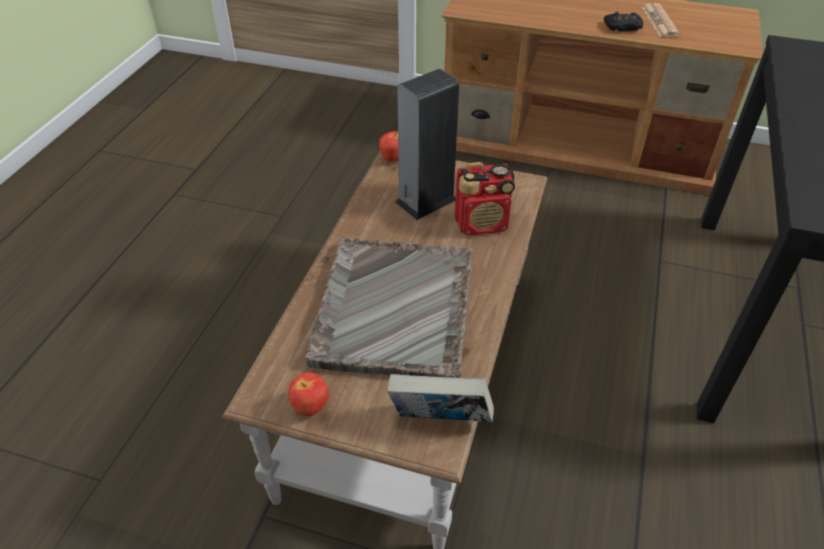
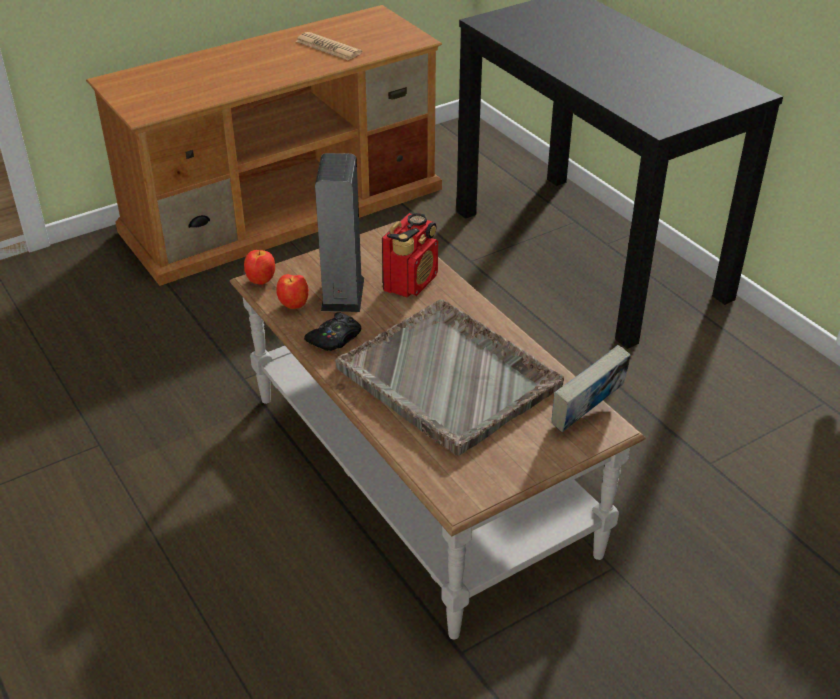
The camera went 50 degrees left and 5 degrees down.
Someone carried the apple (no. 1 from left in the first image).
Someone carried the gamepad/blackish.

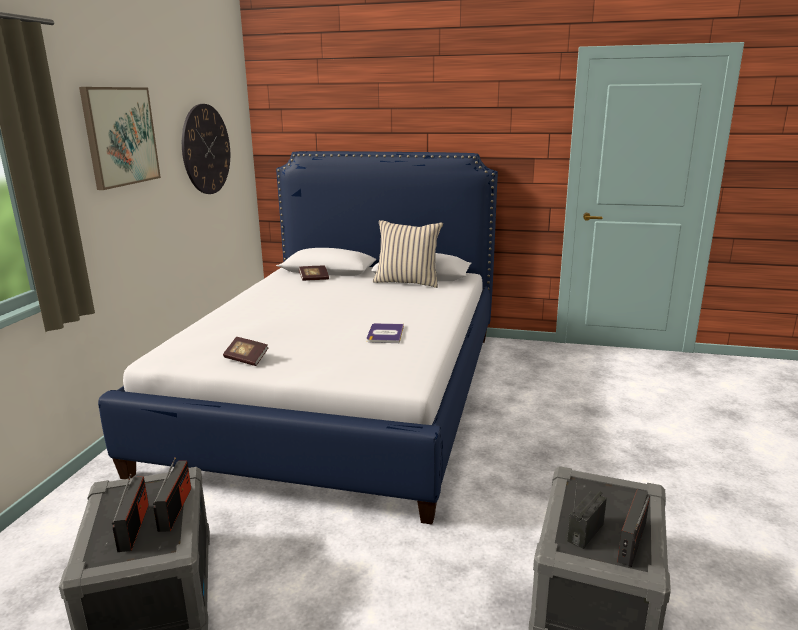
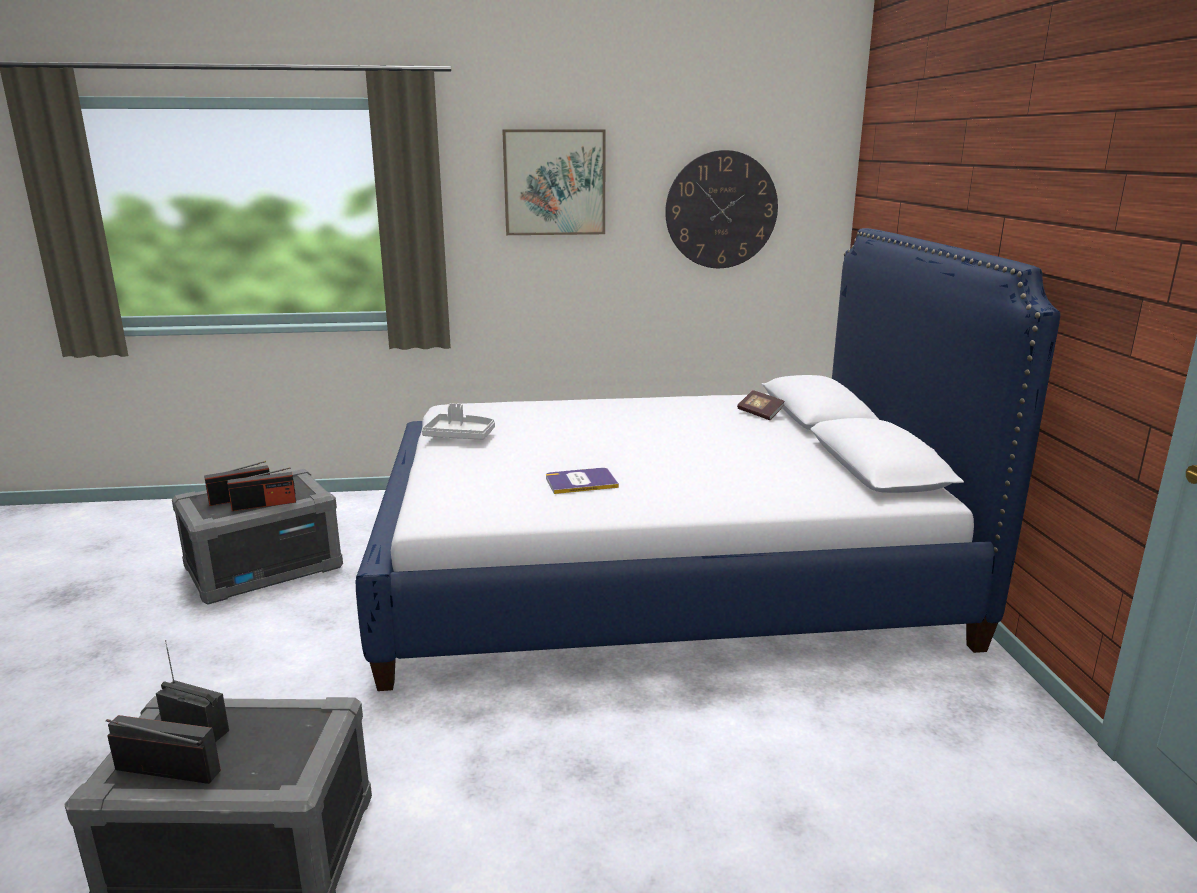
The camera went 70 degrees right and 0 degrees up.
Someone took away the cushion/sand-coloured.
Someone swapped the book (no. 1 from left) for the tray/gray.

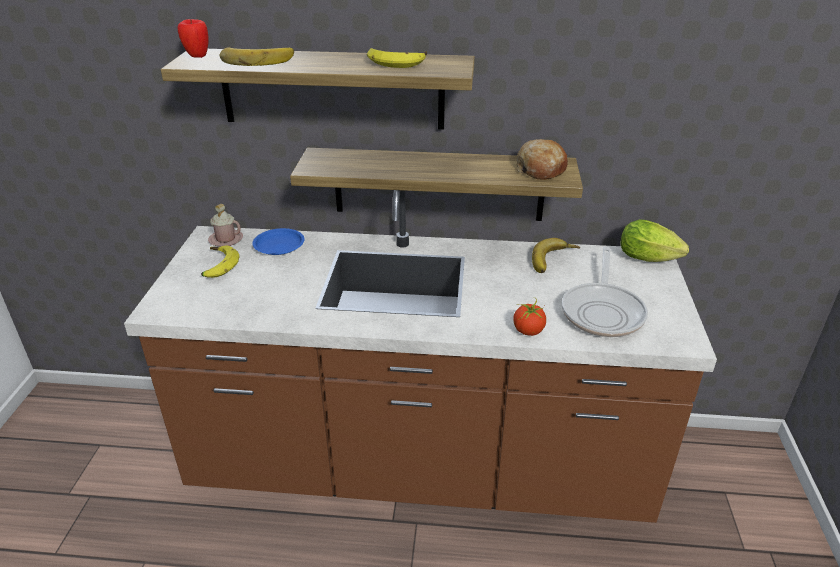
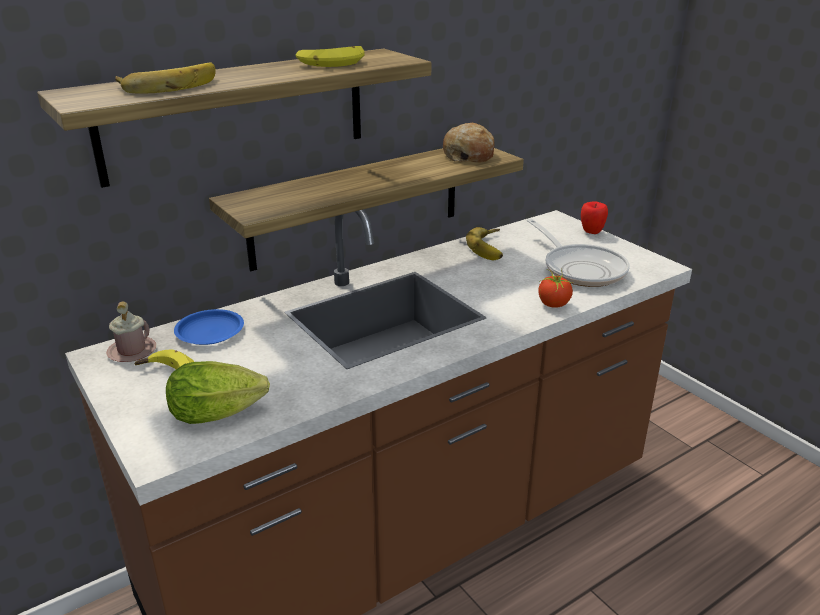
The camera went 40 degrees left and 5 degrees down.
Someone carried the apple.
Someone carried the head of lettuce.

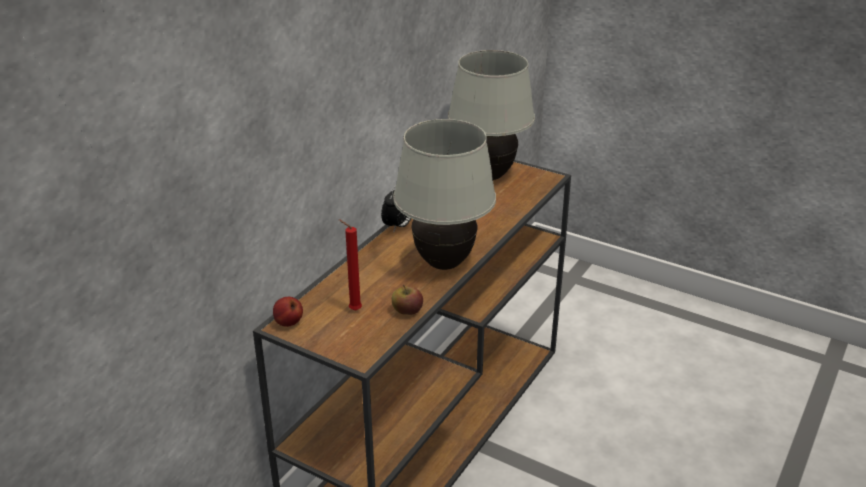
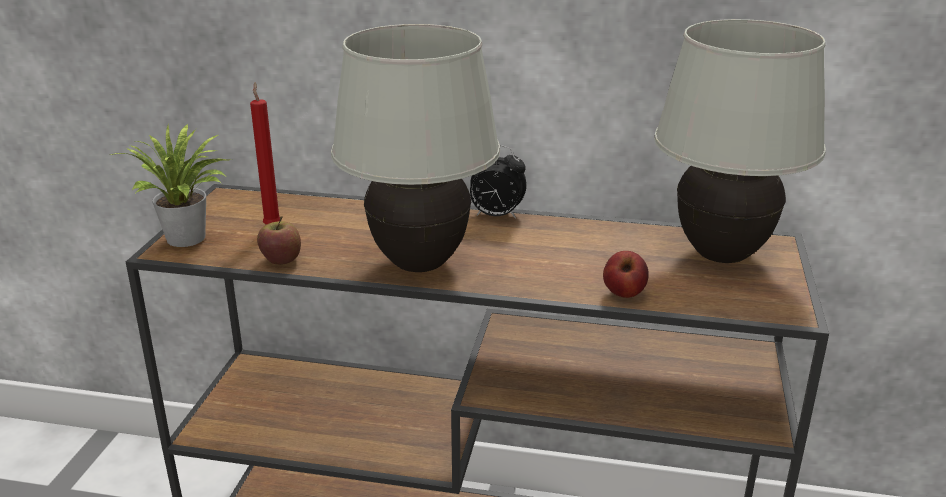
The camera went 70 degrees right and 5 degrees down.
Someone put down the houseplant.
Someone carried the apple (no. 1 from left in the first image).

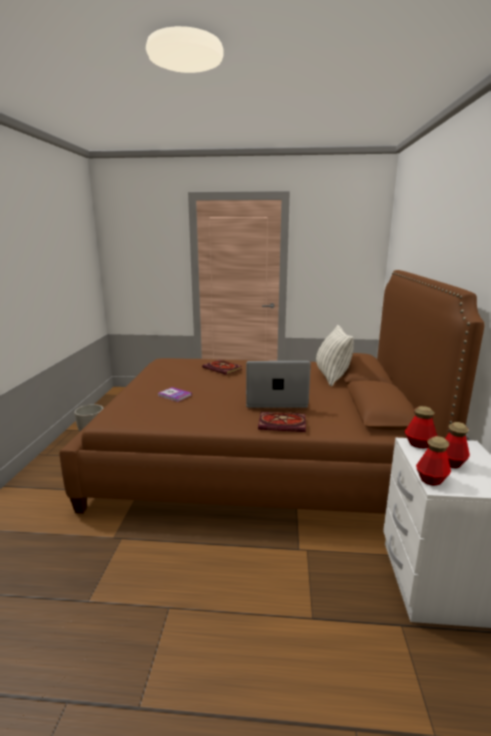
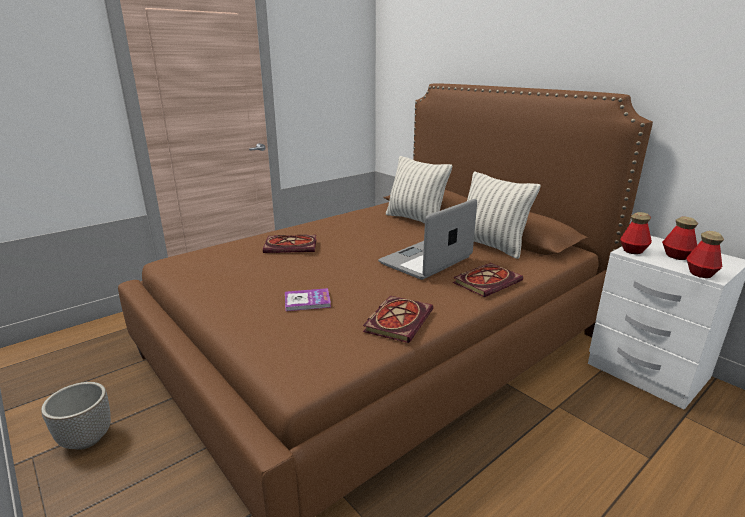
The camera went 45 degrees left and 5 degrees up.
Someone put down the book (no. 3 from left).
Someone put down the cushion (no. 2 from left).

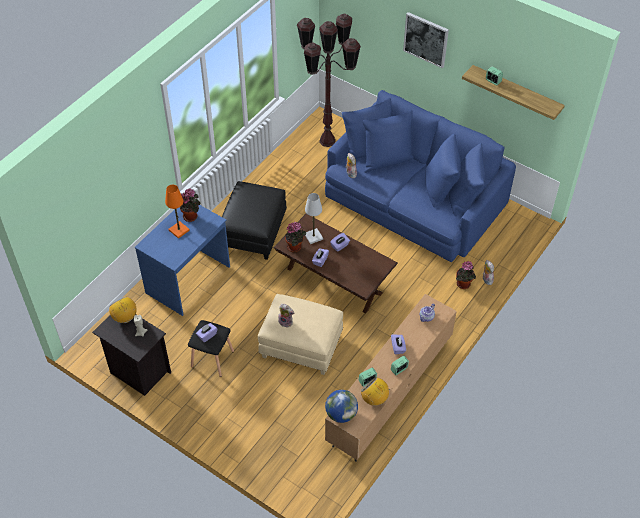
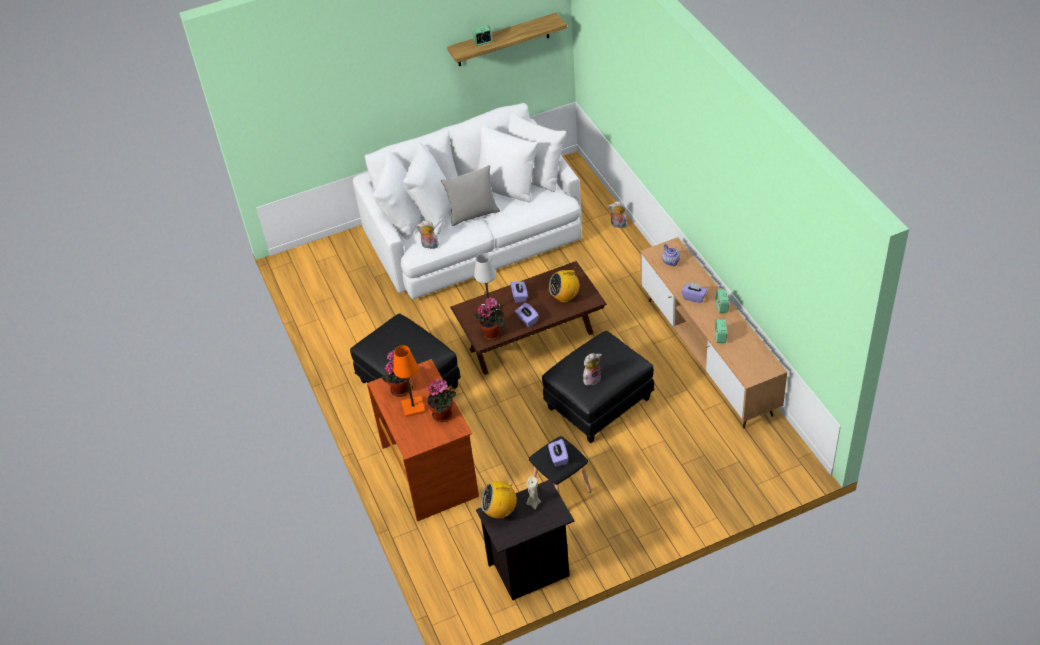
The camera went 55 degrees left and 5 degrees down.
Someone took away the floor lamp/brown-coloured.
Someone took away the world globe.
Someone took away the picture.
Someone put down the cushion/gray.
Someone carried the radio set (no. 2 from left).
Someone carried the houseplant (no. 3 from left in the first image).
Someone repainted the desk/blue-coloured, which became the desk/brown-coloured.
Someone repainted the pouffe/sand-coloured, which became the pouffe/blackish (no. 2 from left).
Someone repainted the sofa/blue-coloured, which became the sofa/whitish.

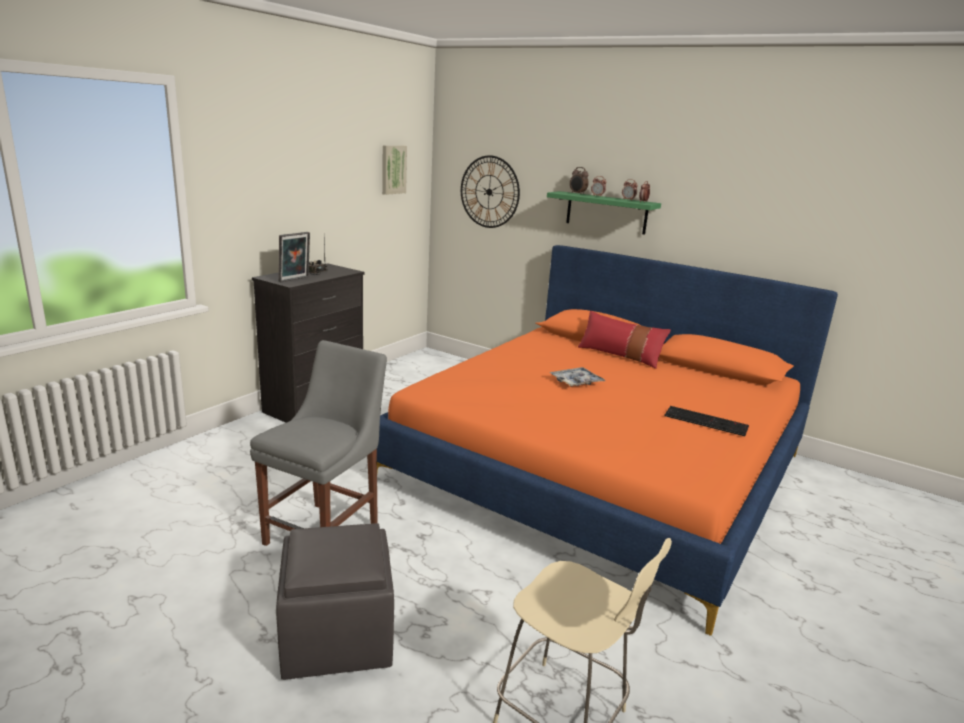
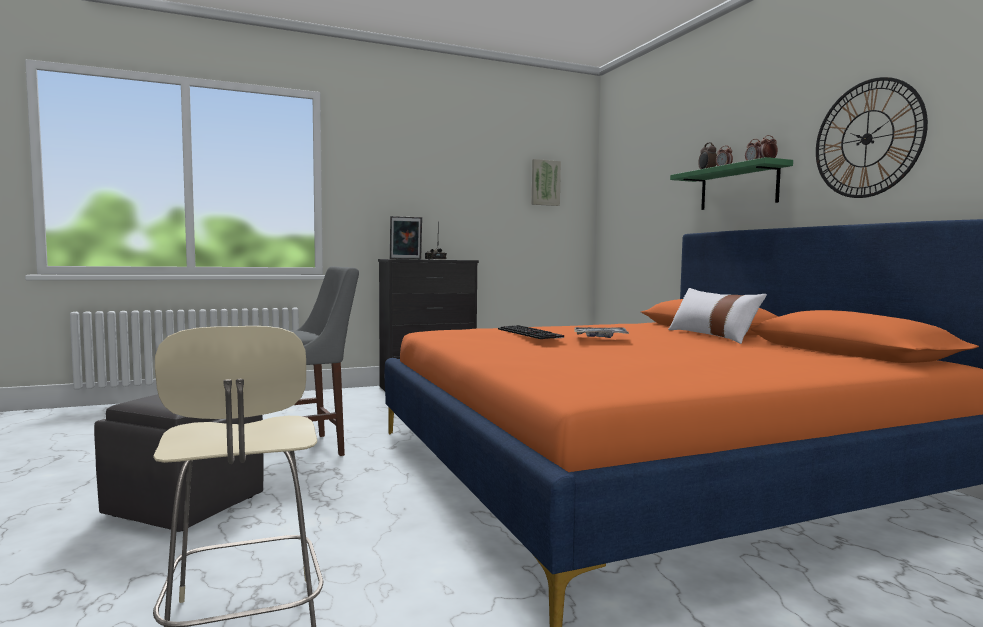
The camera went 35 degrees right and 15 degrees down.
Someone carried the wall clock.
Someone carried the keyboard.
Someone repainted the cushion/red, which became the cushion/whitish.

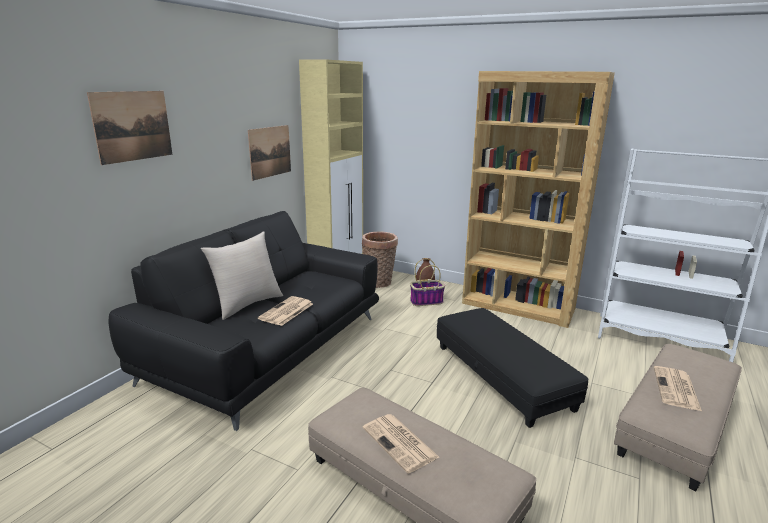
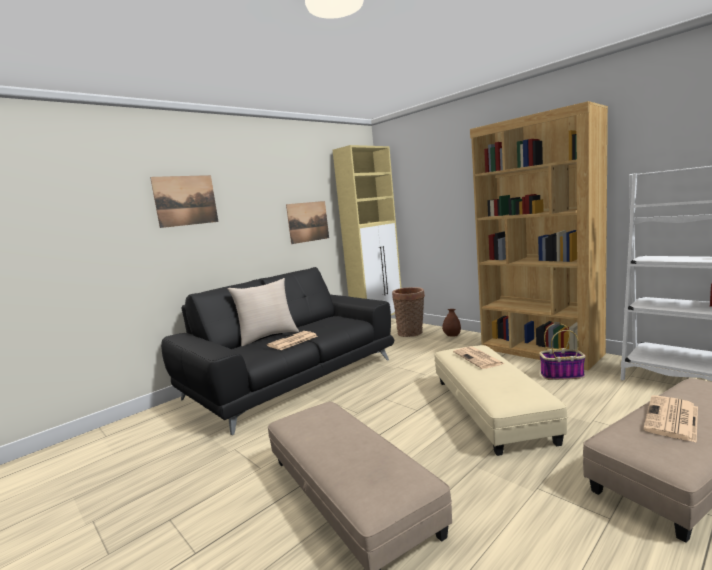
The camera went 20 degrees right and 10 degrees down.
Someone carried the daily paper (no. 2 from left).
Someone carried the household basket (no. 2 from left).
Someone repainted the pouffe/blackish, which became the pouffe/sand-coloured (no. 2 from left).

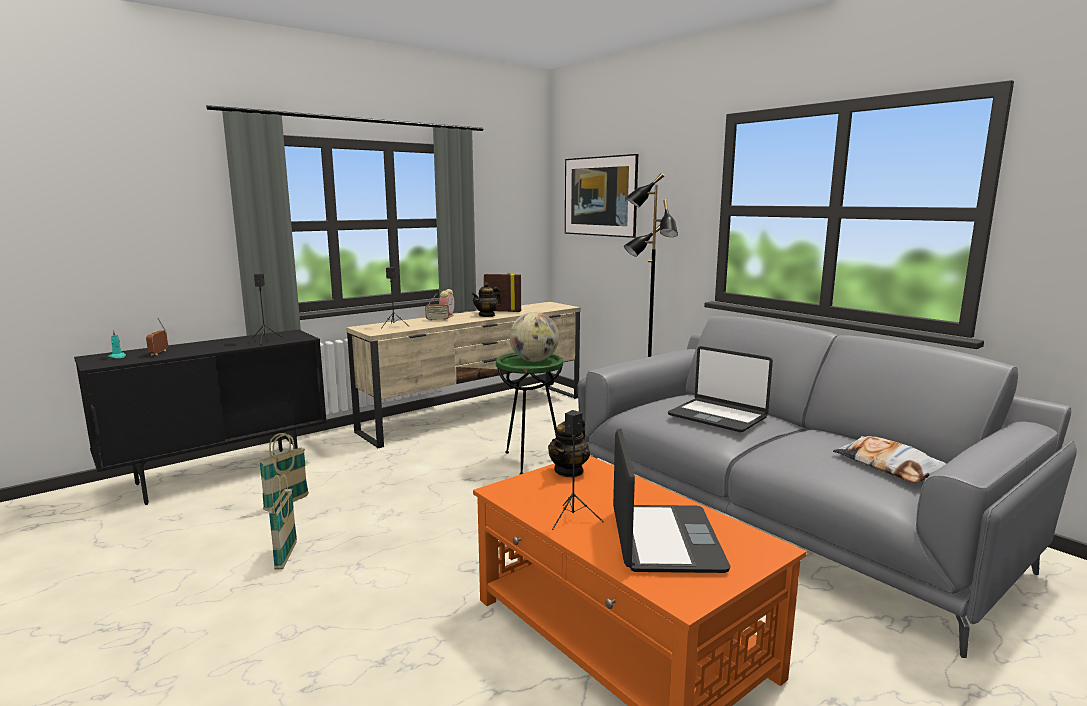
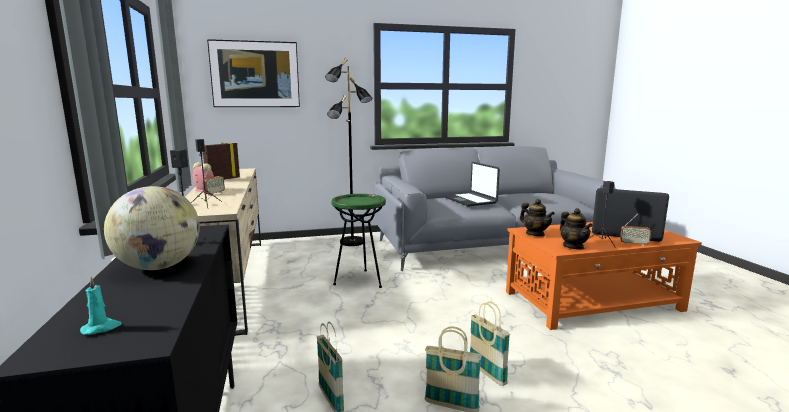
The camera went 65 degrees left and 0 degrees up.
Someone took away the cushion.
Someone put down the household basket (no. 3 from left).
Someone carried the radio set (no. 1 from left in the first image).
Someone carried the tea pot (no. 1 from left in the first image).
Someone carried the world globe.
Someone rotated the laptop (no. 2 from left in the first image) by 90 degrees clockwise.

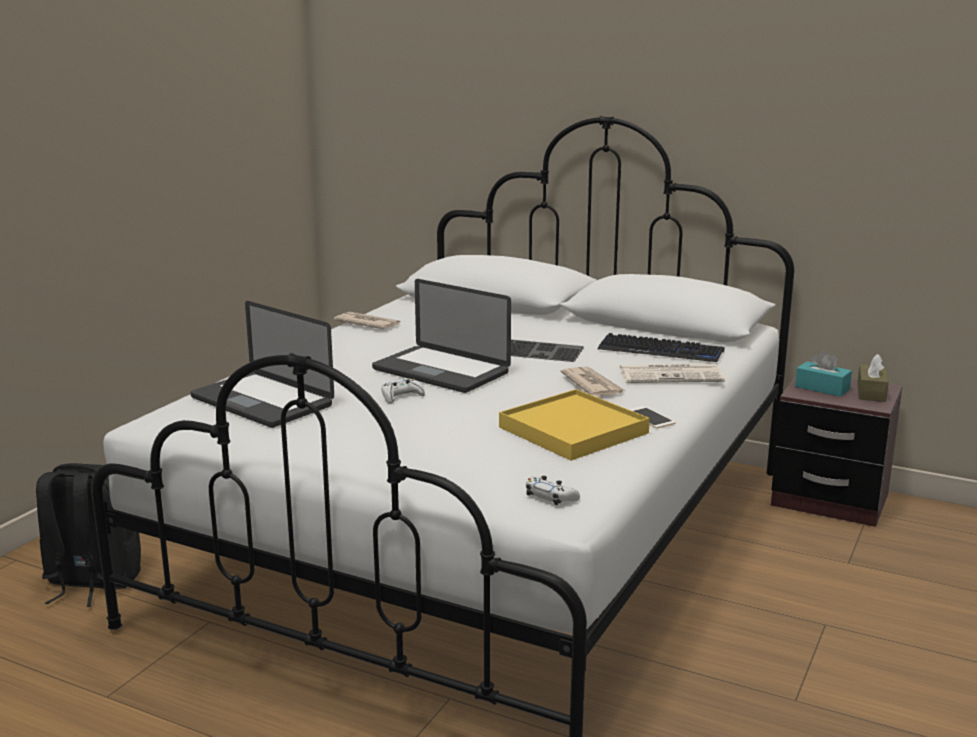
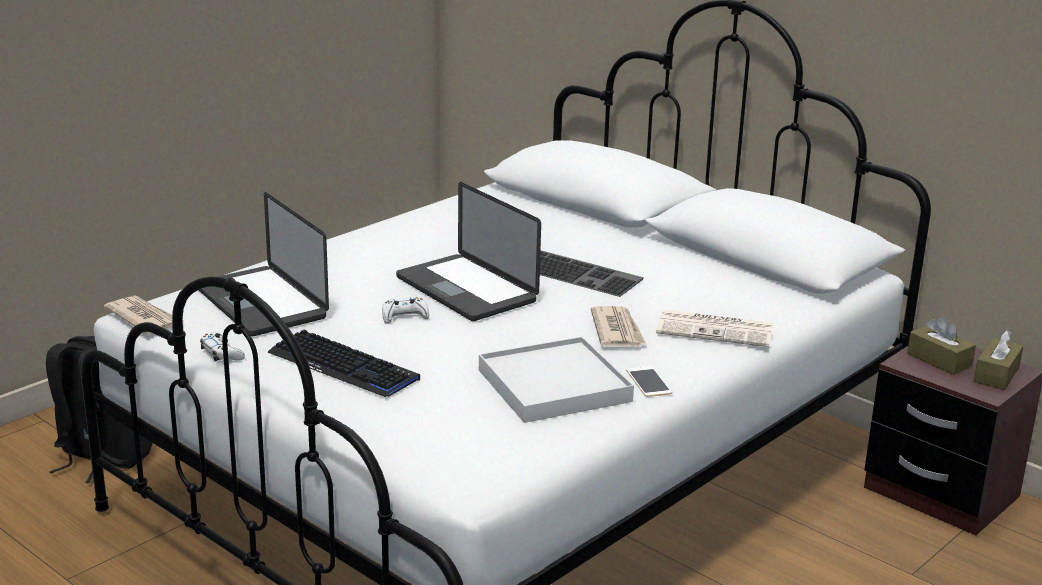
The camera went 15 degrees right and 5 degrees up.
Someone carried the daily paper (no. 1 from left).
Someone carried the gamepad/whitish (no. 2 from left in the first image).
Someone carried the keyboard (no. 2 from left in the first image).
Someone repainted the tray/yellow, which became the tray/whitish.
Someone repainted the box of tissues/turquoise, which became the box of tissues/brown-coloured (no. 1 from left).

